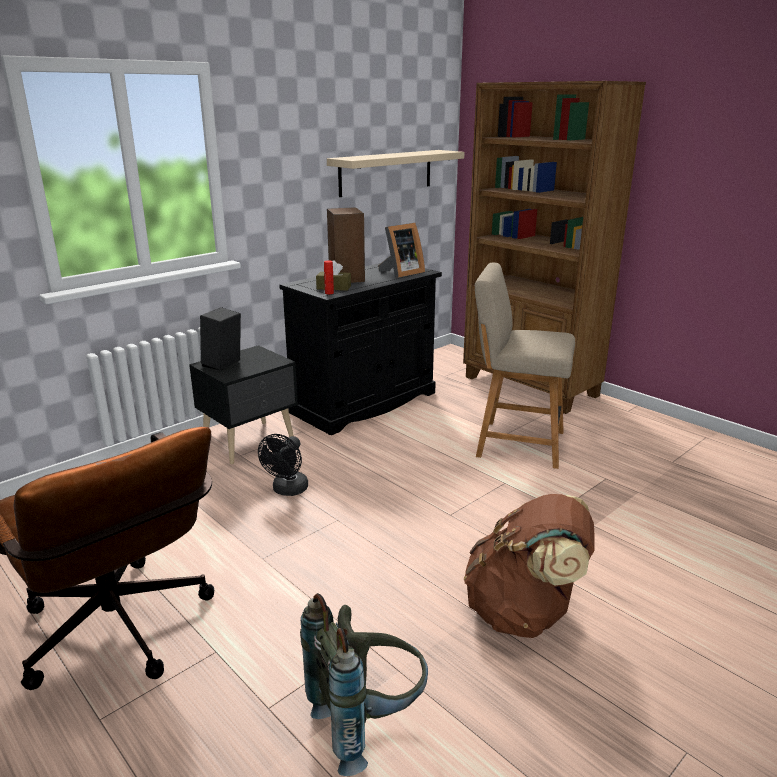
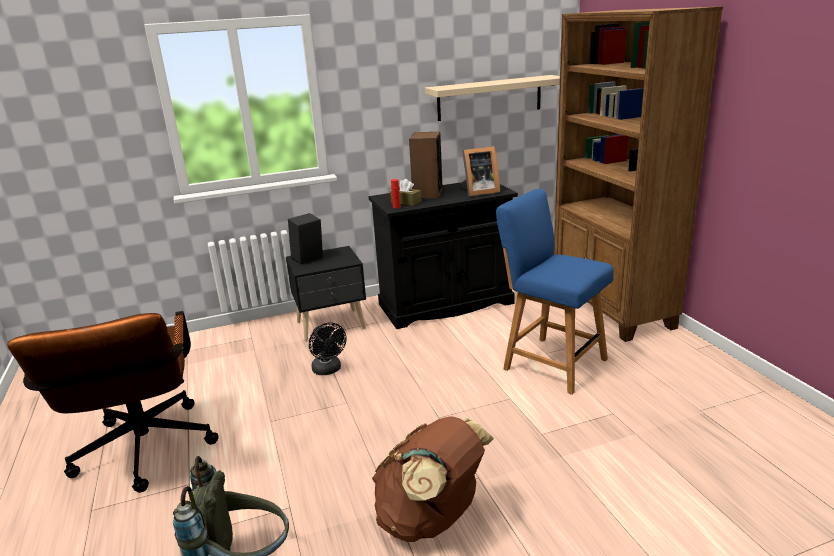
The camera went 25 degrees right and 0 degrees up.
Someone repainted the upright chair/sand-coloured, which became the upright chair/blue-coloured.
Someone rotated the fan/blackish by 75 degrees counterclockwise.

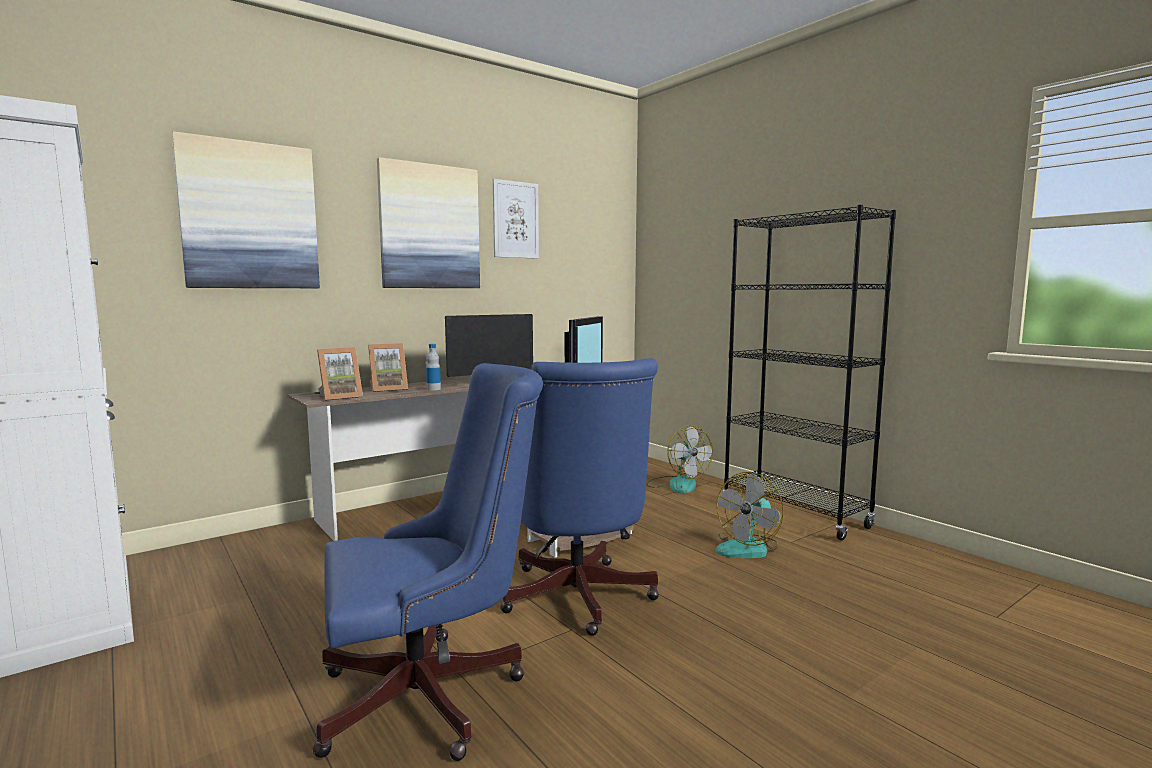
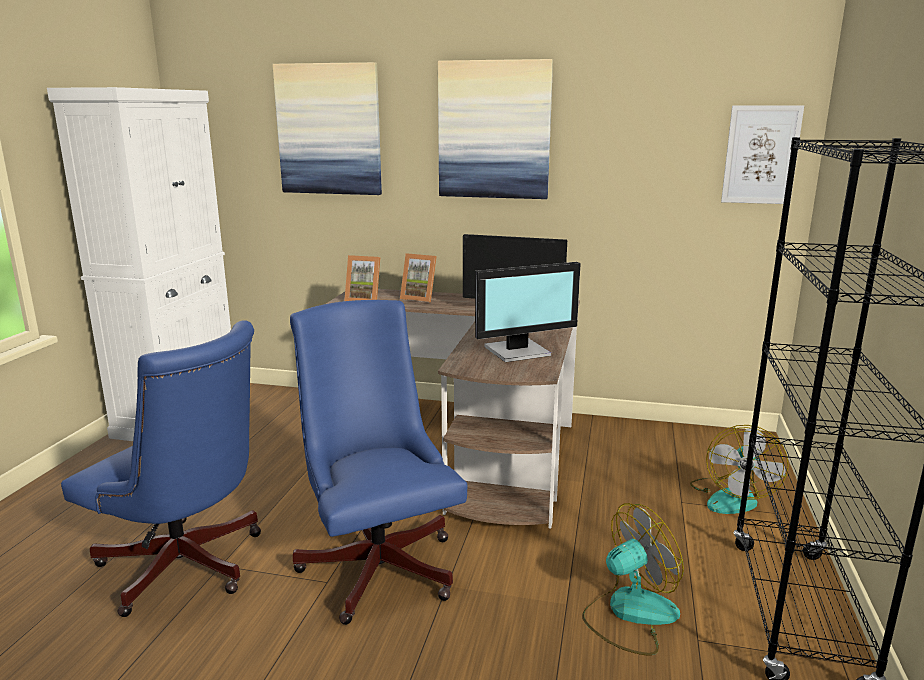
The camera went 50 degrees right and 10 degrees up.
Someone took away the beverage bottle.
Someone carried the picture (no. 3 from left).
Someone rotated the computer chair/blue-coloured (no. 2 from left) by 120 degrees clockwise.
Someone rotated the fan (no. 2 from left in the first image) by 150 degrees clockwise.

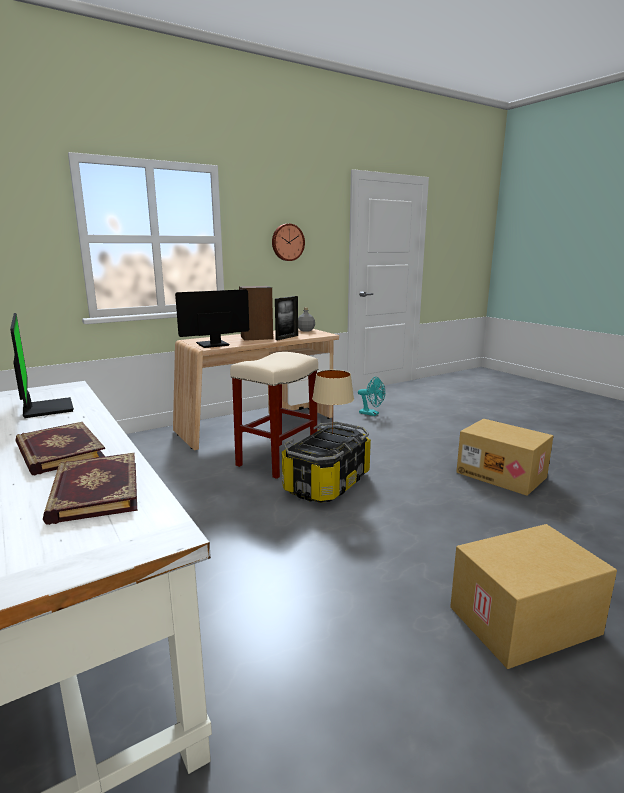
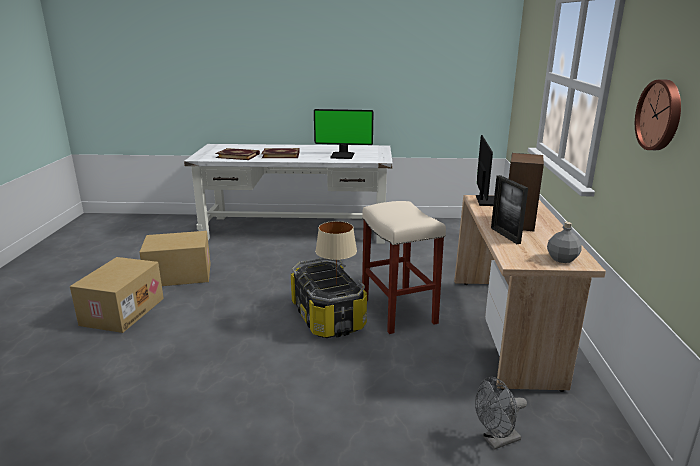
The camera went 125 degrees right and 5 degrees up.
Someone carried the carton (no. 1 from left in the first image).
Someone repainted the fan/turquoise, which became the fan/gray.

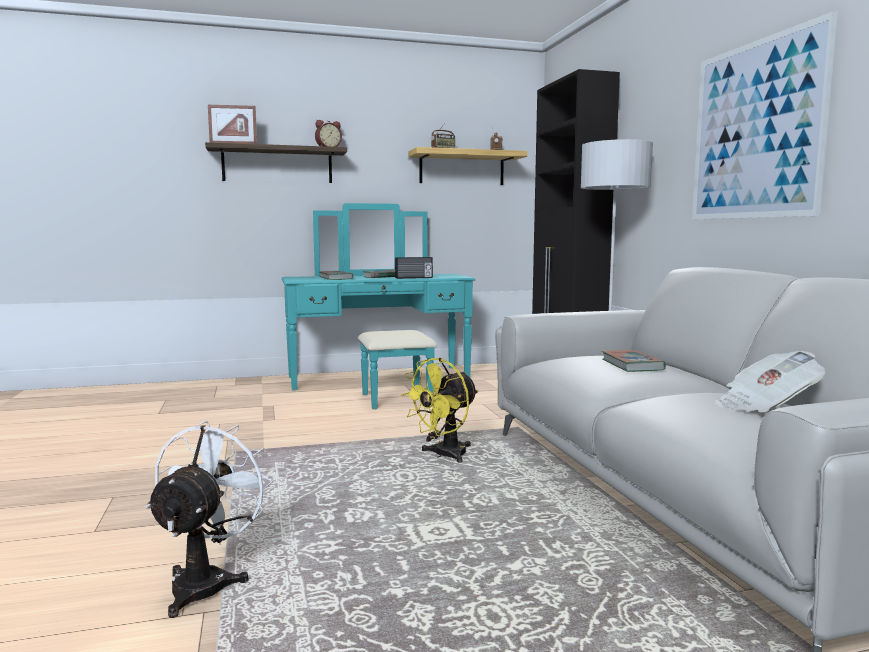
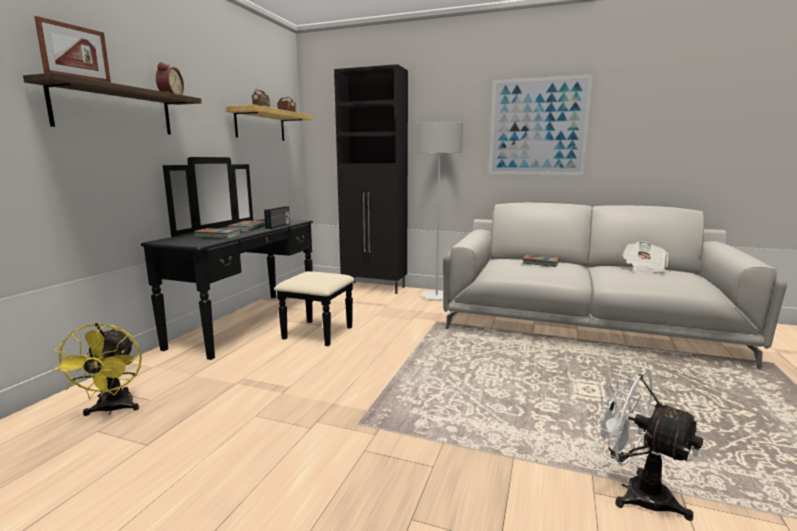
The camera went 55 degrees left and 5 degrees up.
Someone carried the fan/yellow.
Someone repainted the drawer chest/turquoise, which became the drawer chest/blackish.

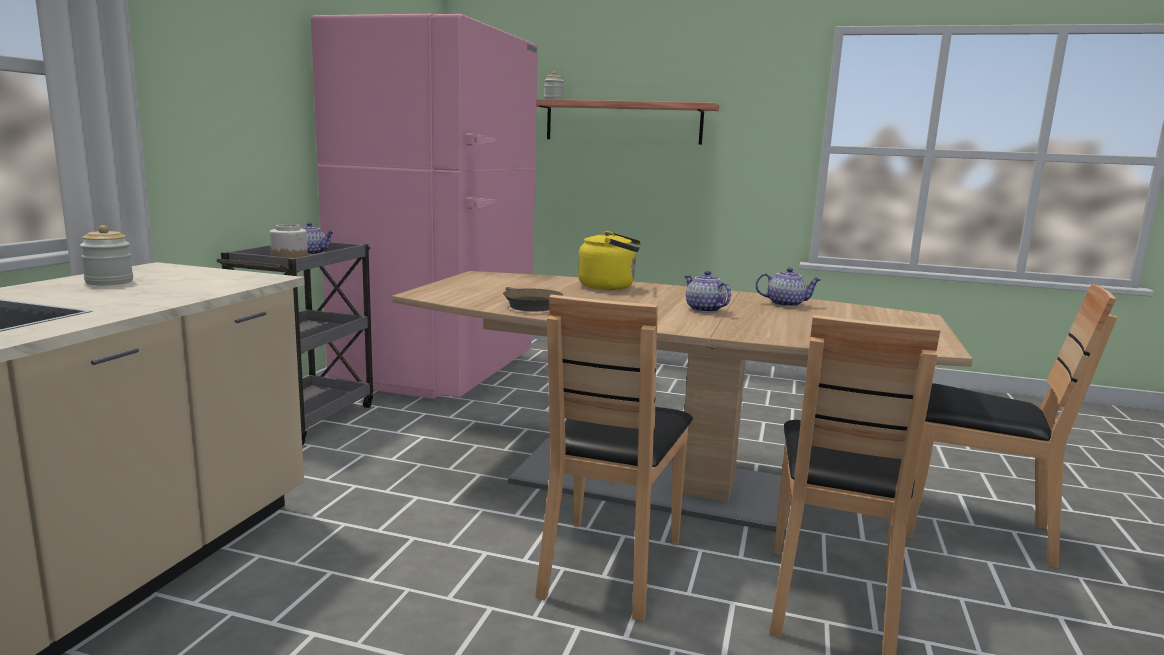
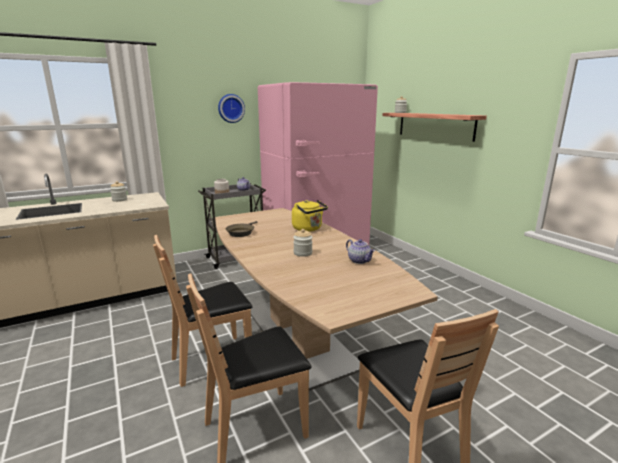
The camera went 45 degrees right and 5 degrees up.
Someone put up the wall clock.
Someone swapped the tea pot (no. 2 from left) for the jar (no. 3 from left).

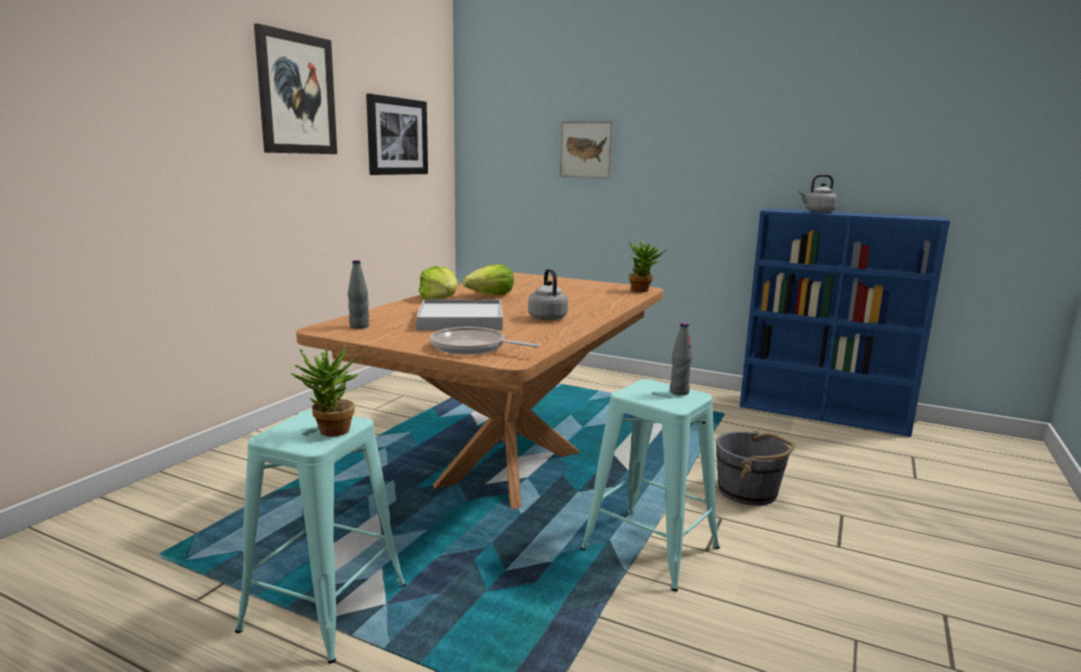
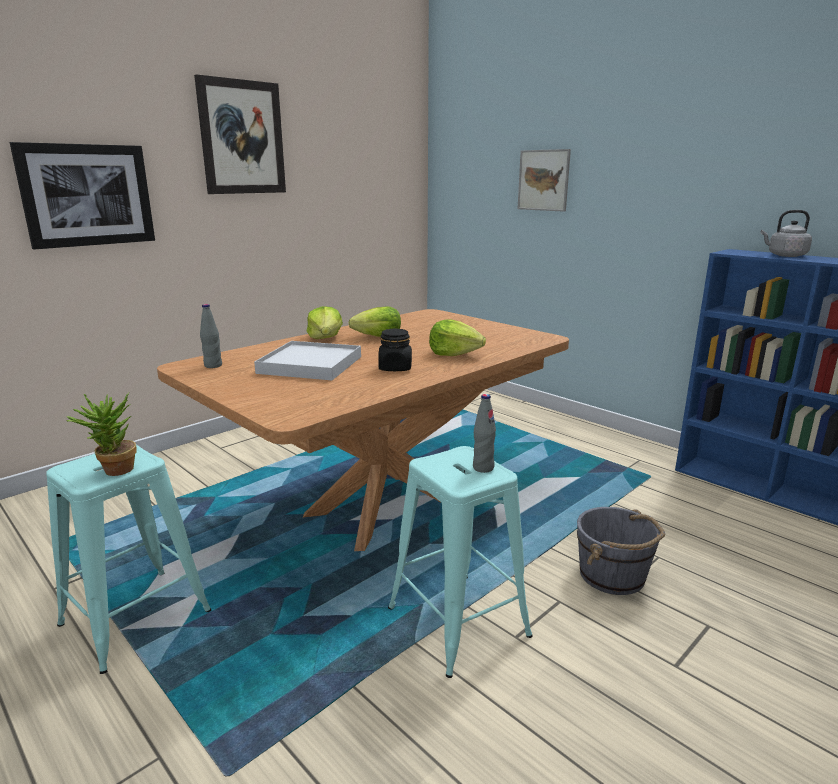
The camera went 20 degrees right and 5 degrees up.
Someone took away the skillet.
Someone took away the houseplant (no. 2 from left).
Someone put down the head of lettuce (no. 3 from left).
Someone carried the picture (no. 2 from left in the first image).
Someone swapped the kettle/gray (no. 1 from left) for the jar/blackish.

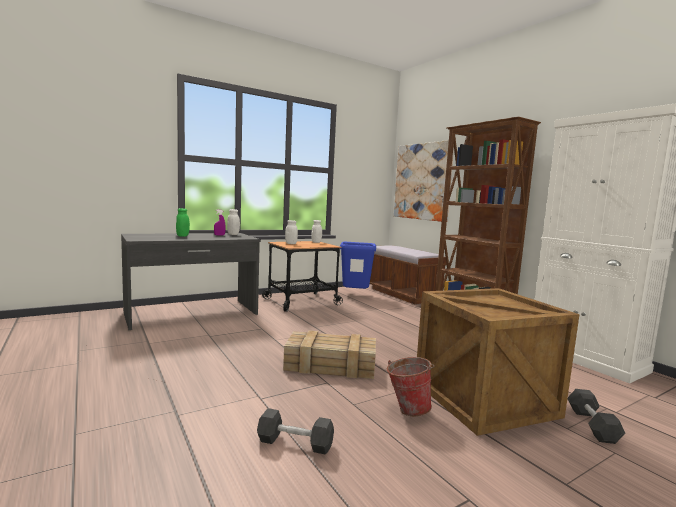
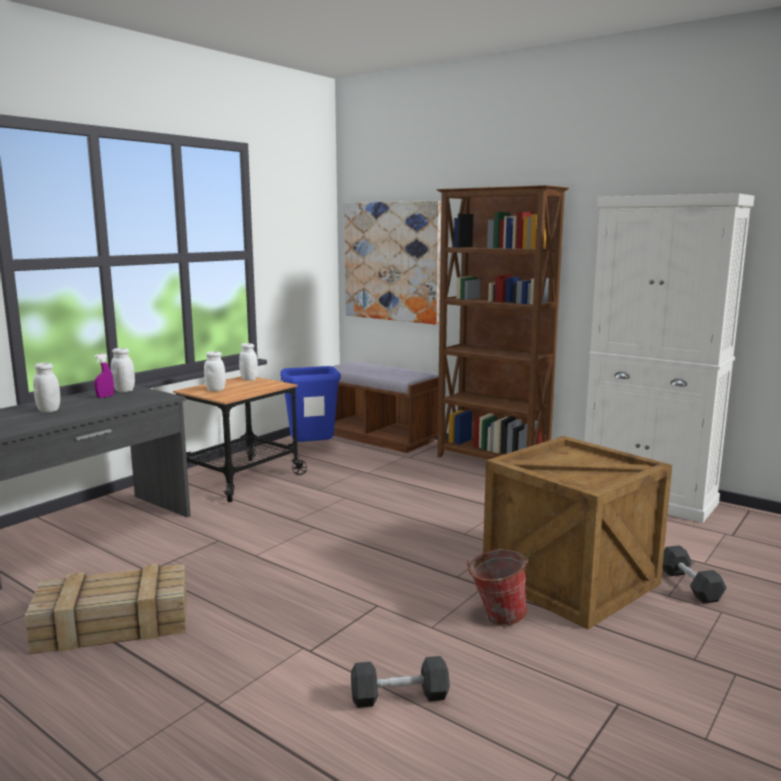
The camera went 20 degrees left and 5 degrees up.
Someone carried the shipping crate (no. 1 from left).
Someone repainted the jar/greenish, which became the jar/whitish (no. 1 from left).

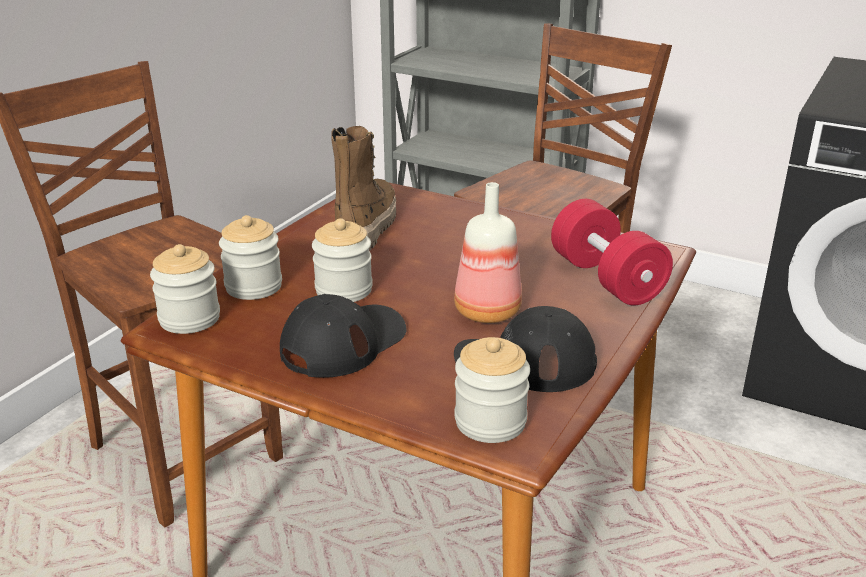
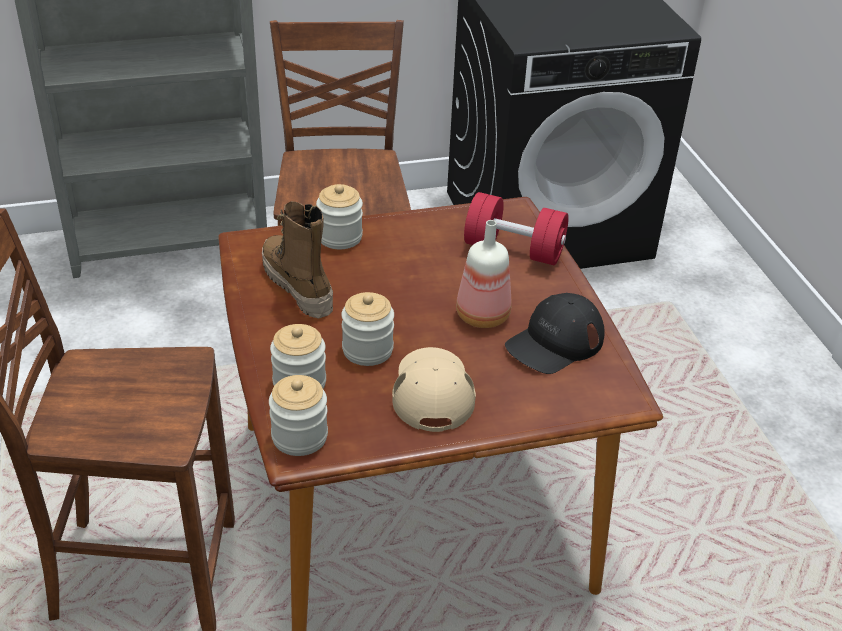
The camera went 45 degrees left and 10 degrees up.
Someone carried the jar (no. 4 from left in the first image).
Someone repainted the peaked cap/blackish (no. 1 from left), which became the peaked cap/sand-coloured.

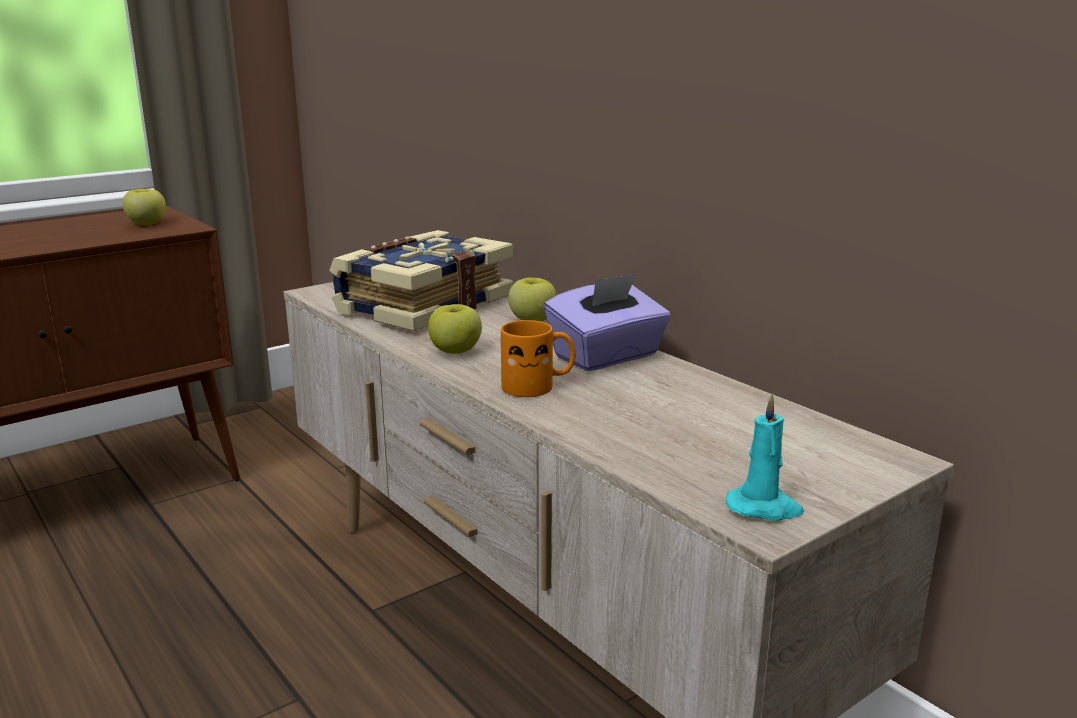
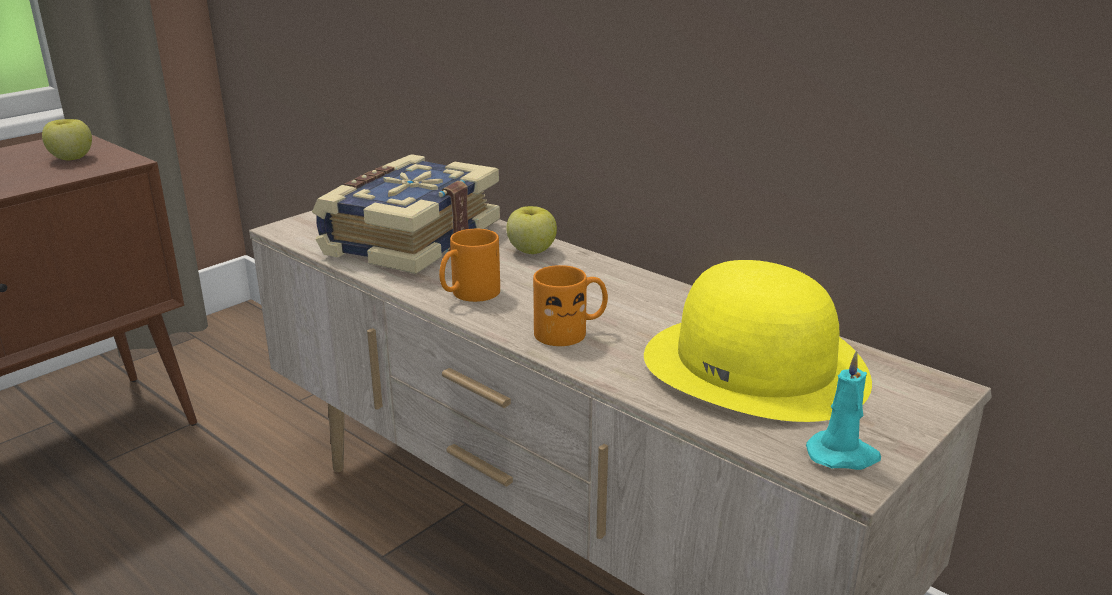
The camera went 10 degrees left and 5 degrees up.
Someone took away the box of tissues/purple-coloured.
Someone put down the wearable hat/yellow.
Someone swapped the apple (no. 2 from left) for the mug/orange-coloured (no. 1 from left).

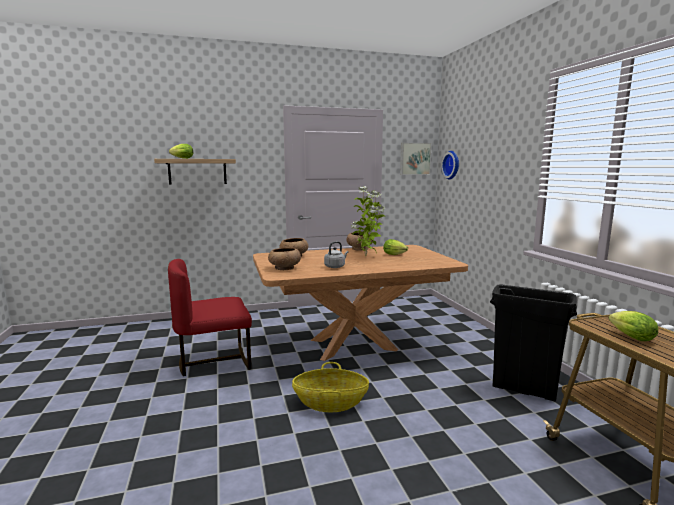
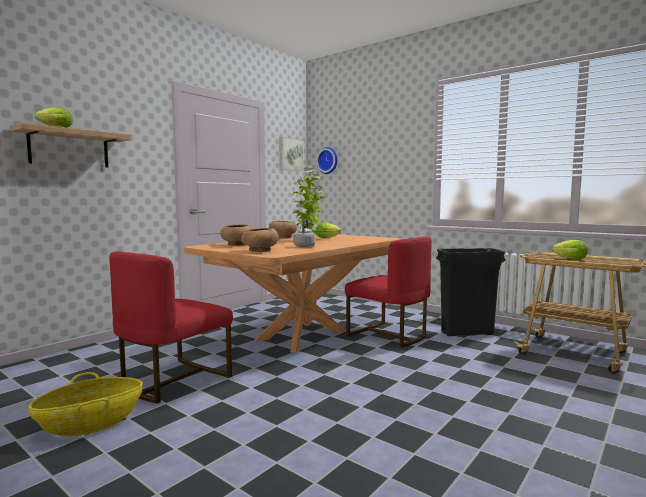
The camera went 35 degrees left and 5 degrees down.
Someone put down the upright chair/red (no. 2 from left).
Someone carried the household basket.

